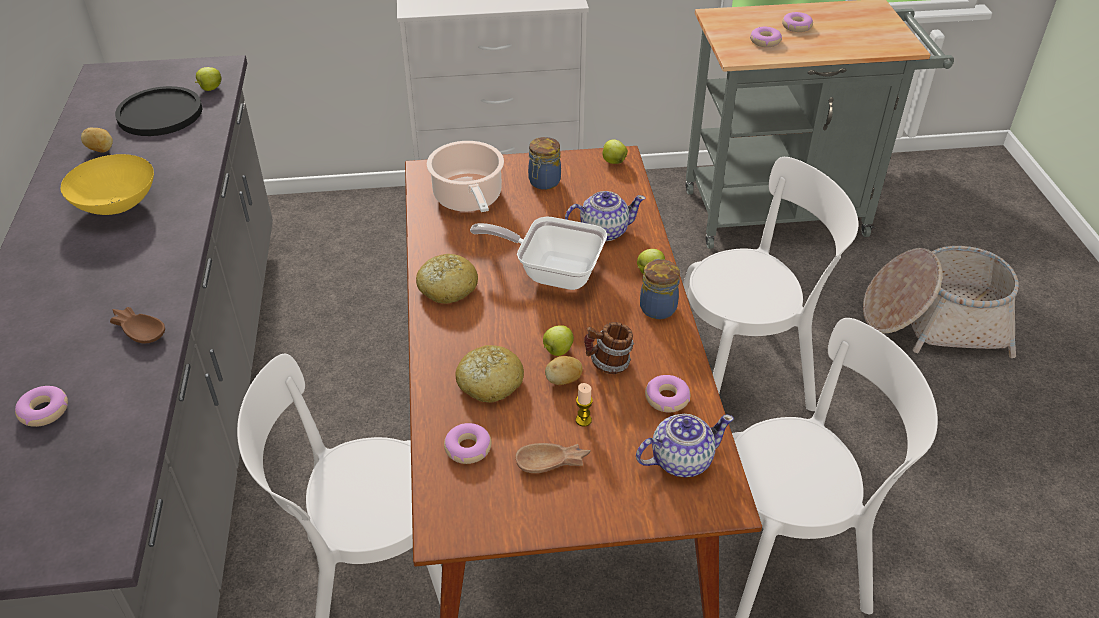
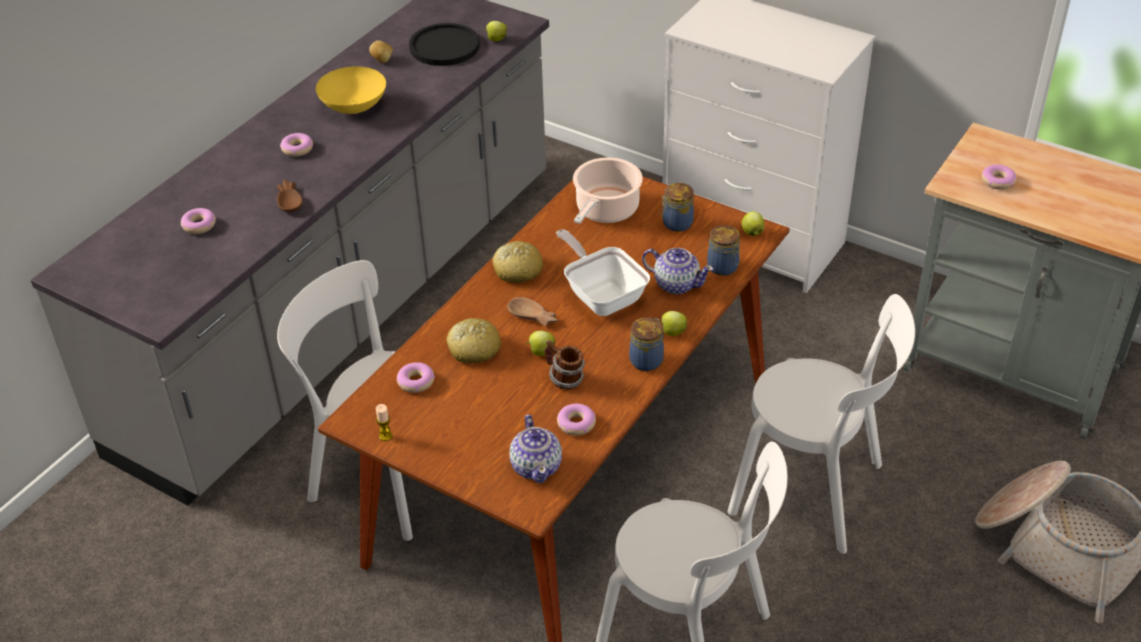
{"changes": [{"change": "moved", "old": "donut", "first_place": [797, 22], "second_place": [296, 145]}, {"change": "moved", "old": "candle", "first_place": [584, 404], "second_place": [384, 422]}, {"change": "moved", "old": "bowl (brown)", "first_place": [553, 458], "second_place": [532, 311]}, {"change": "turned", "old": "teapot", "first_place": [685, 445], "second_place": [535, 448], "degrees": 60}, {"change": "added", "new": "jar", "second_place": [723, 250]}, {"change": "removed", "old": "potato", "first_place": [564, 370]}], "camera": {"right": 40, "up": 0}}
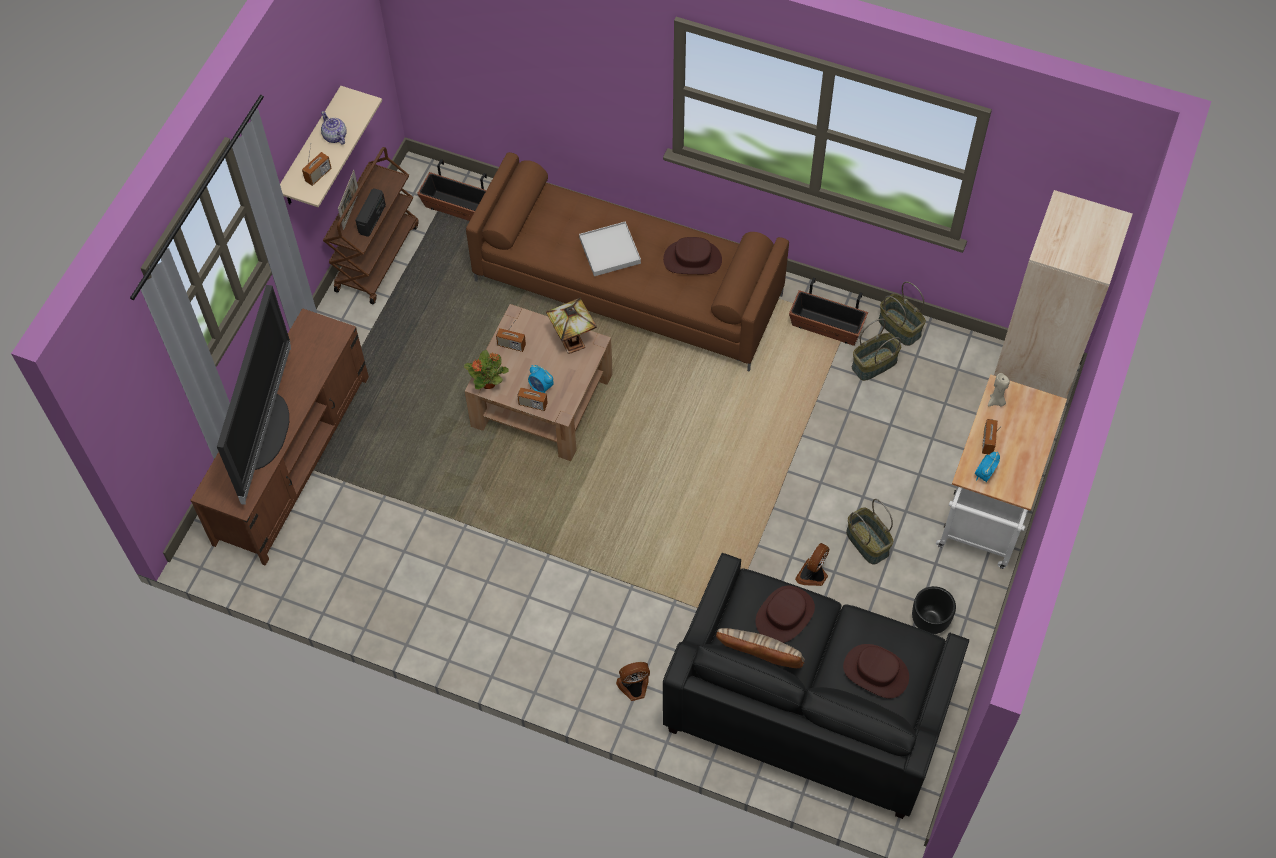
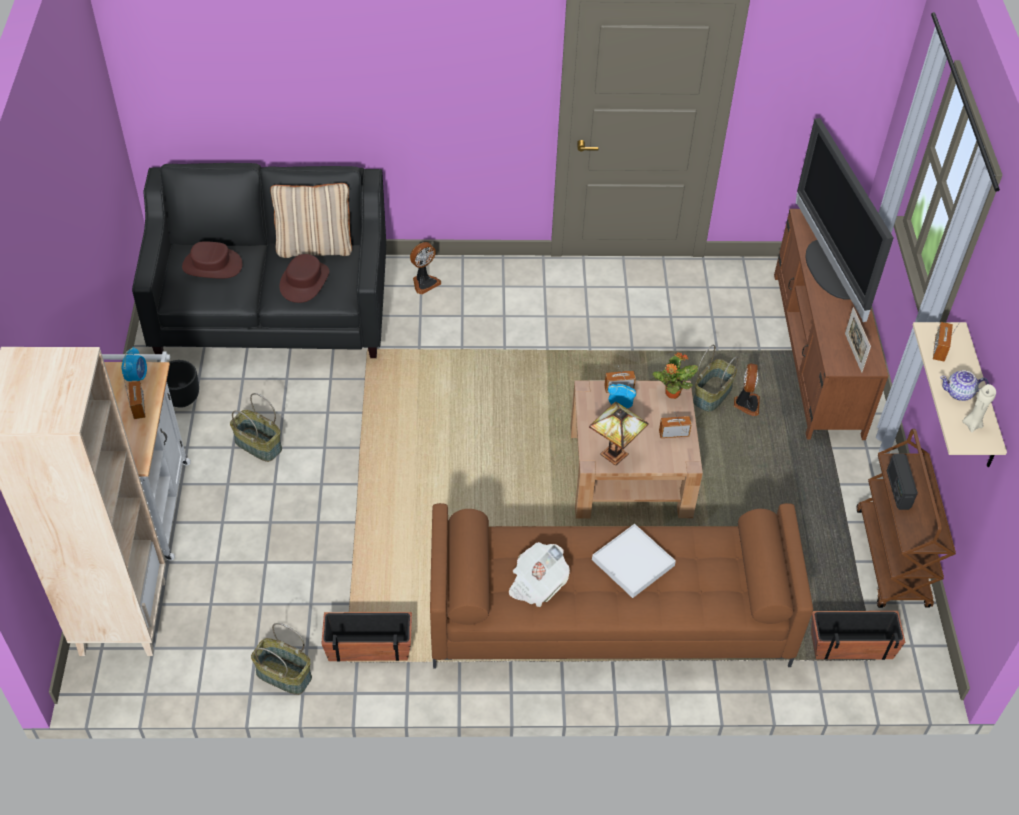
{"changes": [{"change": "replaced", "old": "hat (brown)", "new": "newspaper", "first_place": [692, 255], "second_place": [539, 574]}, {"change": "moved", "old": "basket", "first_place": [876, 350], "second_place": [715, 378]}, {"change": "moved", "old": "fan", "first_place": [812, 564], "second_place": [747, 390]}, {"change": "moved", "old": "picture frame", "first_place": [348, 200], "second_place": [858, 339]}, {"change": "turned", "old": "teapot", "first_place": [333, 128], "second_place": [964, 385], "degrees": 150}, {"change": "moved", "old": "candle (beige)", "first_place": [999, 390], "second_place": [979, 408]}], "camera": {"right": 155, "up": -10}}
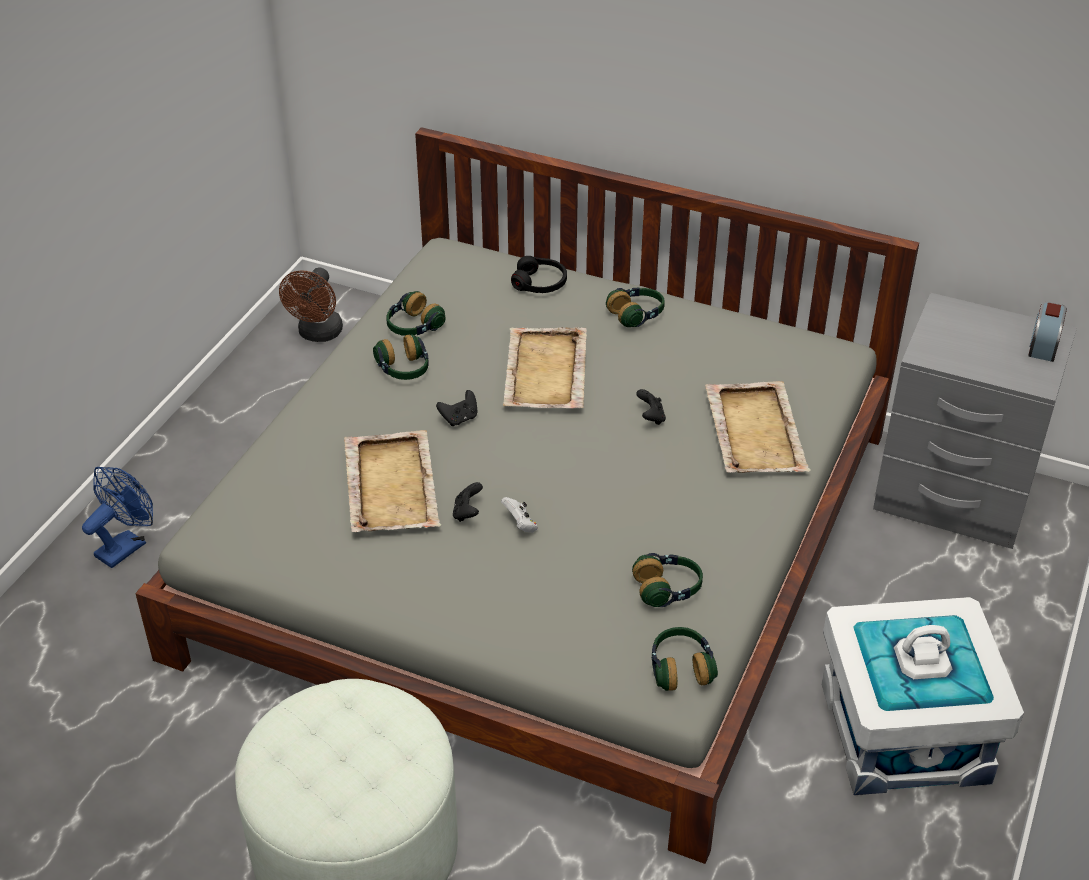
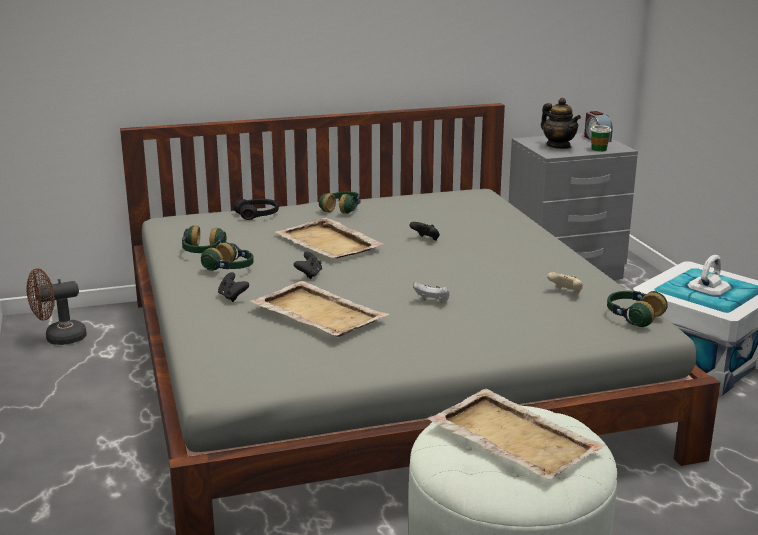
{"changes": [{"change": "turned", "old": "fan (brown)", "first_place": [311, 305], "second_place": [56, 306], "degrees": 90}, {"change": "moved", "old": "game controller (black)", "first_place": [468, 502], "second_place": [233, 287]}, {"change": "moved", "old": "tray (beige)", "first_place": [758, 427], "second_place": [516, 434]}, {"change": "added", "new": "teapot", "second_place": [561, 123]}, {"change": "replaced", "old": "headphones", "new": "game controller (beige)", "first_place": [667, 580], "second_place": [565, 283]}, {"change": "added", "new": "cup", "second_place": [600, 138]}, {"change": "removed", "old": "fan (blue)", "first_place": [117, 517]}], "camera": {"right": -40, "up": -20}}
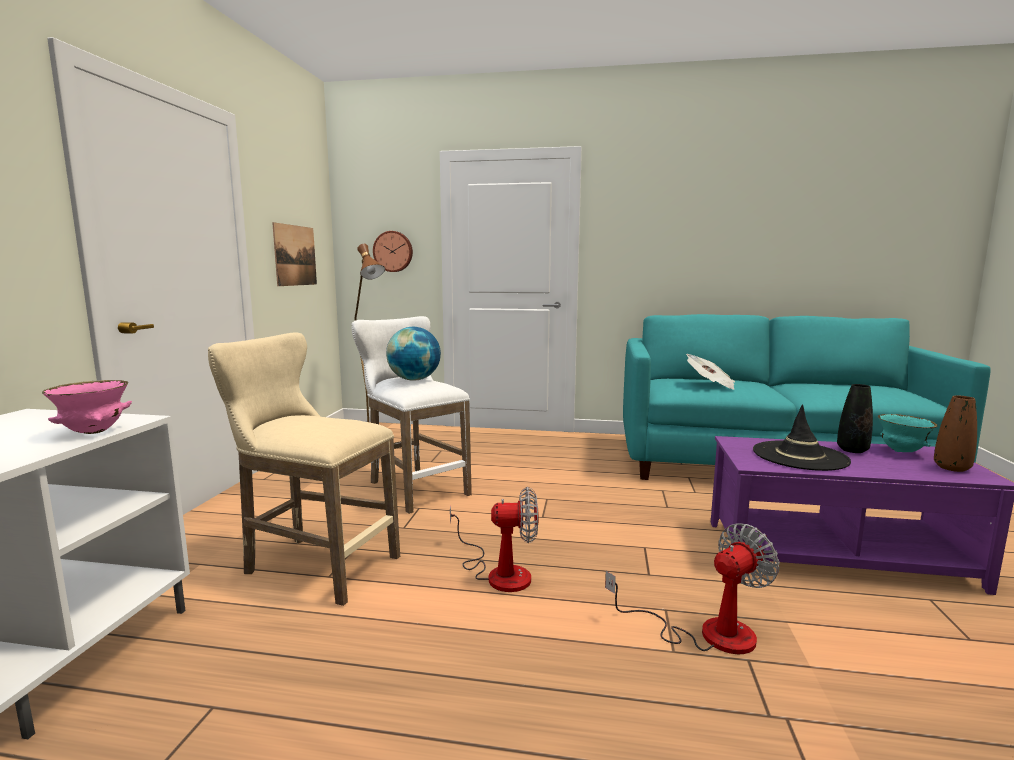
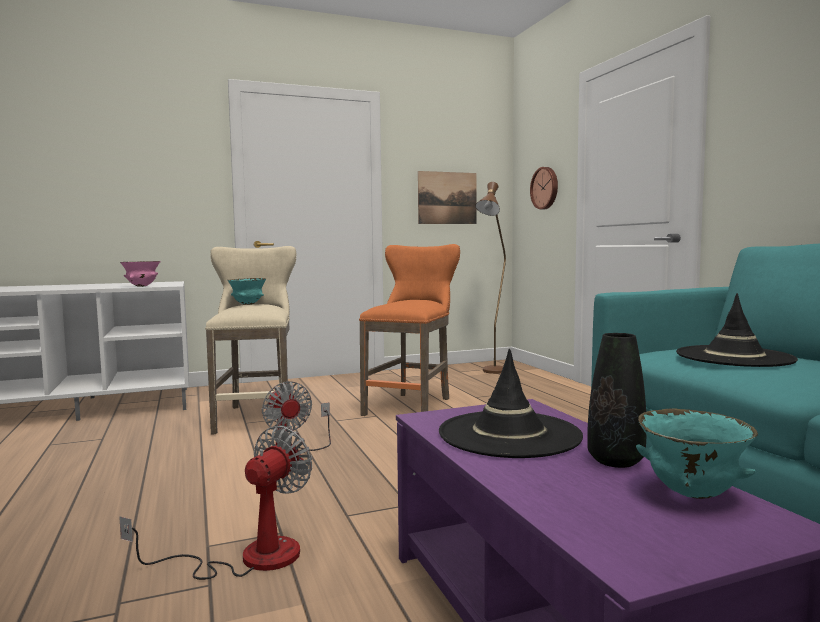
{"changes": [{"change": "turned", "old": "fan", "first_place": [692, 588], "second_place": [215, 503], "degrees": -90}, {"change": "added", "new": "bowl (turquoise)", "second_place": [246, 291]}, {"change": "recoloured", "old": "stool (white)", "new": "stool (orange)", "first_place": [412, 415], "second_place": [409, 330]}, {"change": "replaced", "old": "newspaper", "new": "hat (black)", "first_place": [710, 372], "second_place": [737, 330]}, {"change": "removed", "old": "globe", "first_place": [413, 354]}, {"change": "removed", "old": "vase (brown)", "first_place": [955, 433]}], "camera": {"right": 60, "up": -5}}
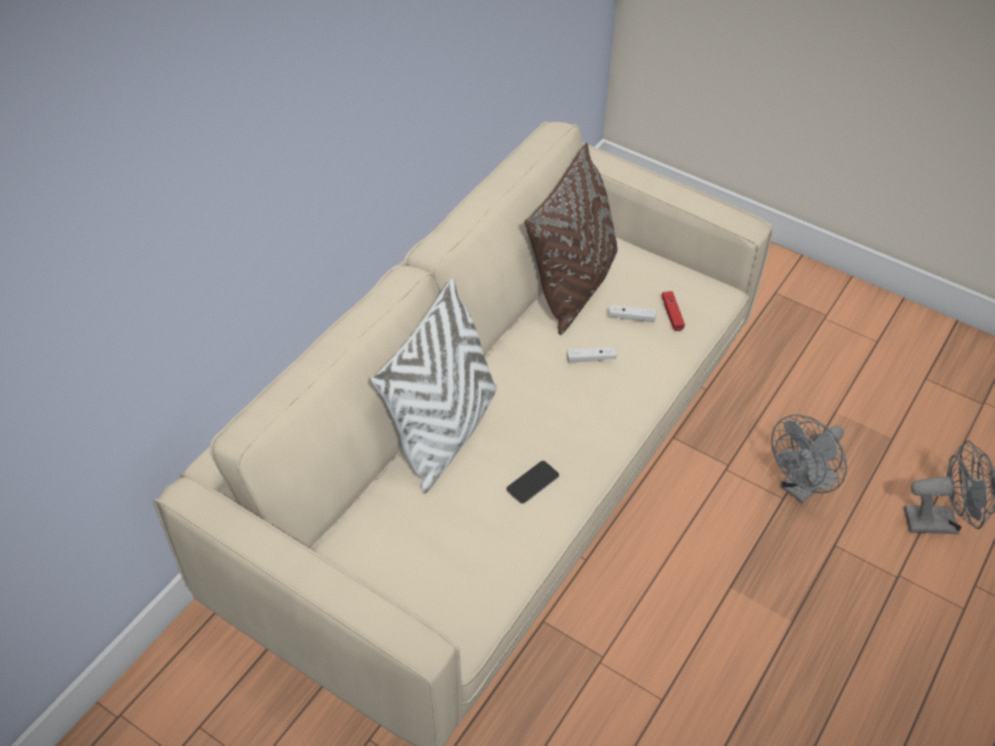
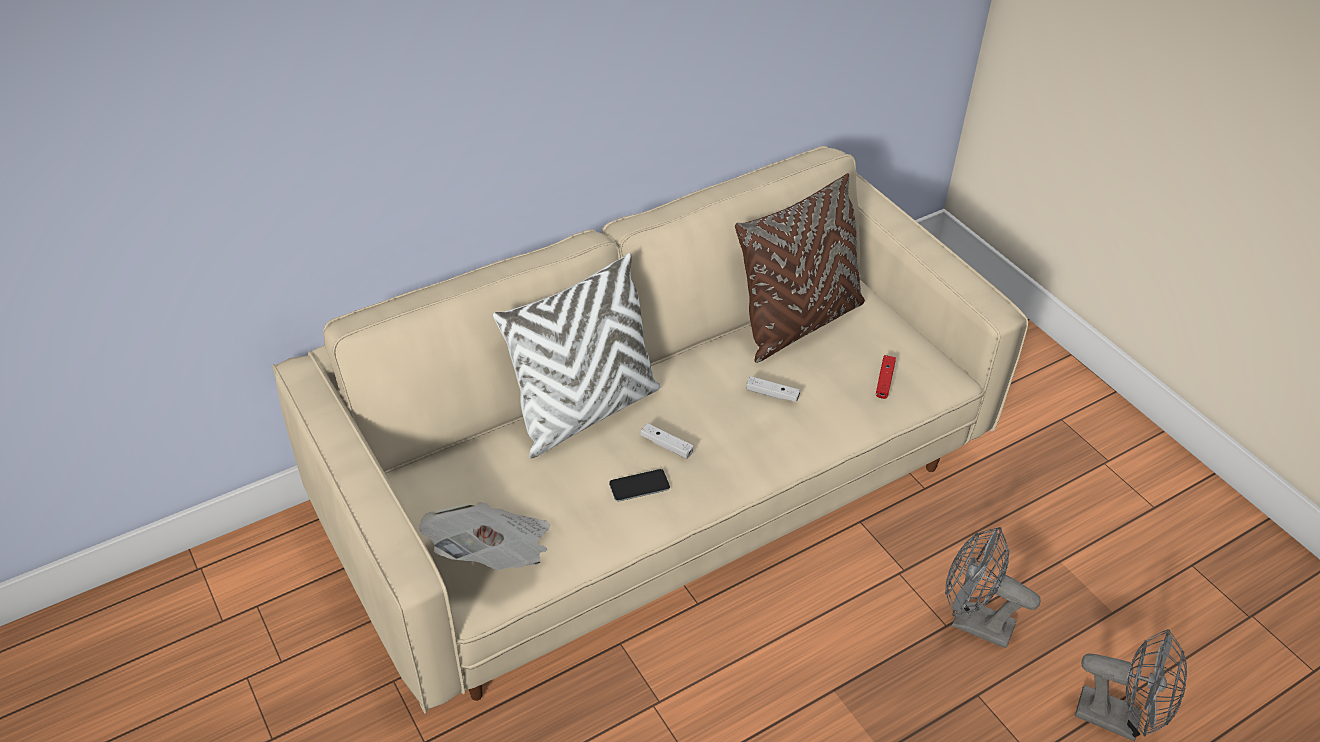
{"changes": [{"change": "added", "new": "newspaper", "second_place": [485, 536]}, {"change": "moved", "old": "game controller (white)", "first_place": [632, 313], "second_place": [667, 441]}, {"change": "turned", "old": "fan (grey)", "first_place": [809, 458], "second_place": [993, 587], "degrees": 45}], "camera": {"right": 25, "up": -5}}
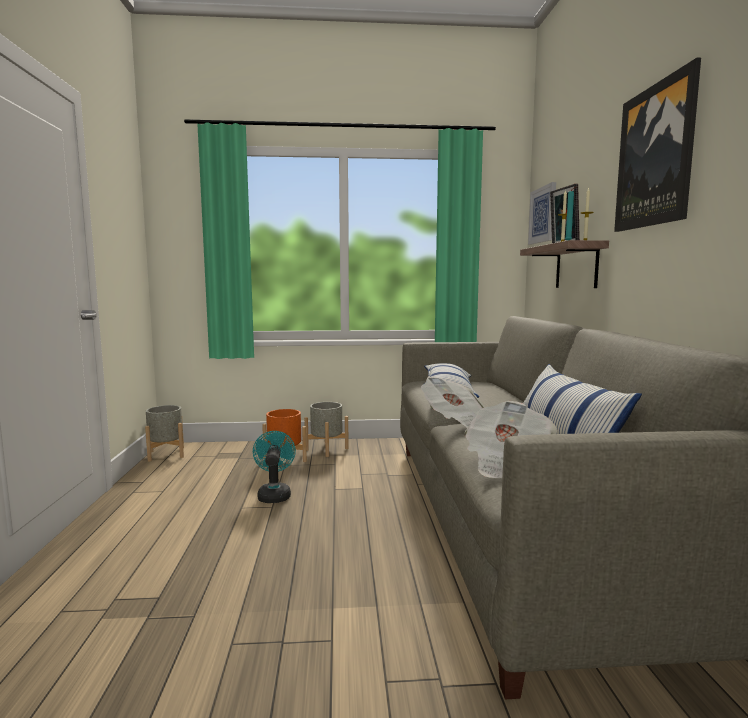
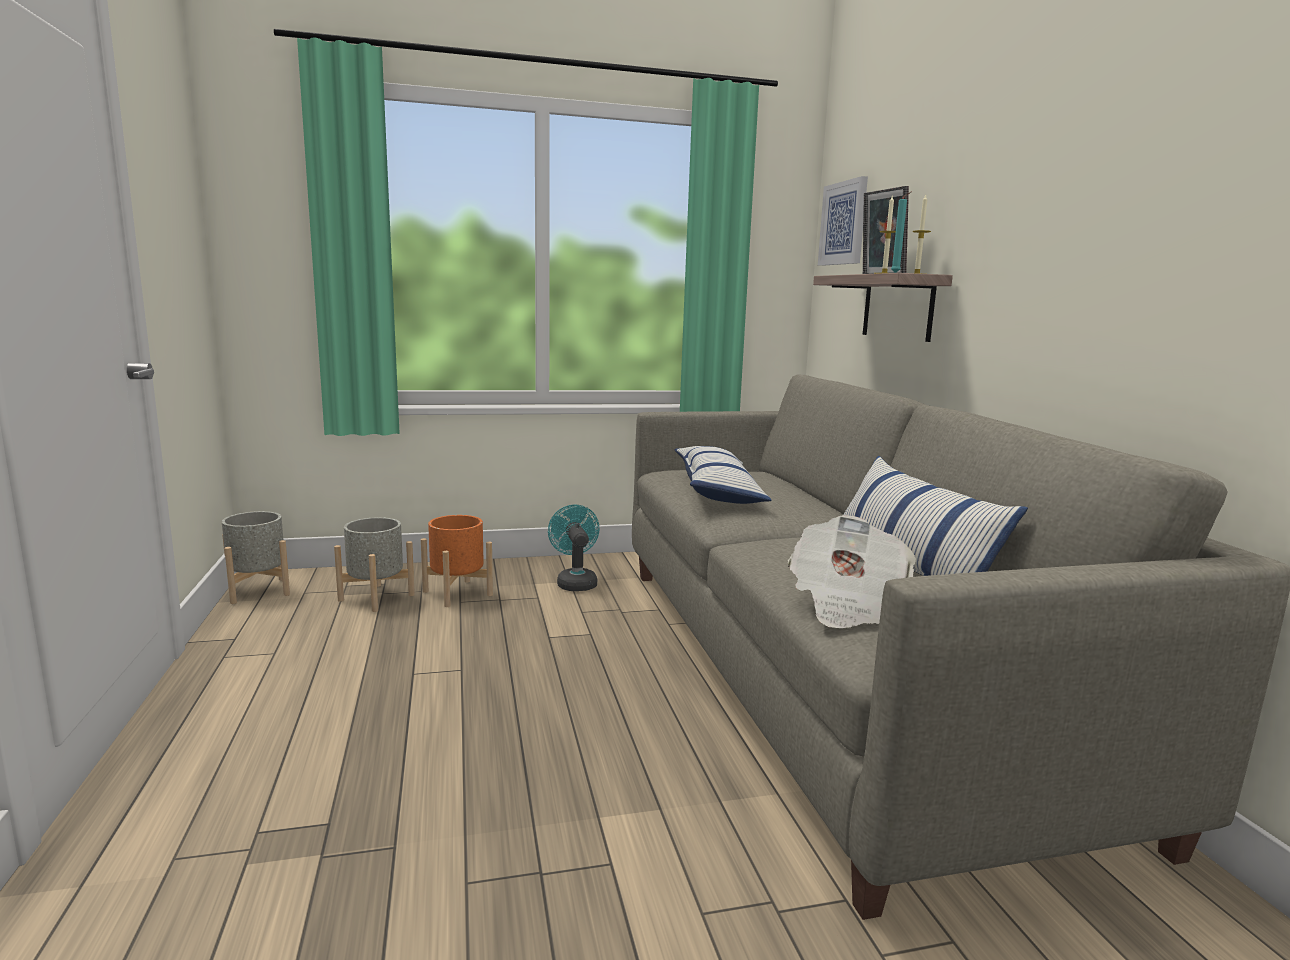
{"changes": [{"change": "moved", "old": "planter (grey)", "first_place": [326, 429], "second_place": [374, 564]}, {"change": "moved", "old": "fan (turquoise)", "first_place": [274, 467], "second_place": [573, 547]}, {"change": "removed", "old": "newspaper", "first_place": [453, 402]}, {"change": "removed", "old": "picture", "first_place": [657, 145]}], "camera": {"right": -10, "up": 5}}
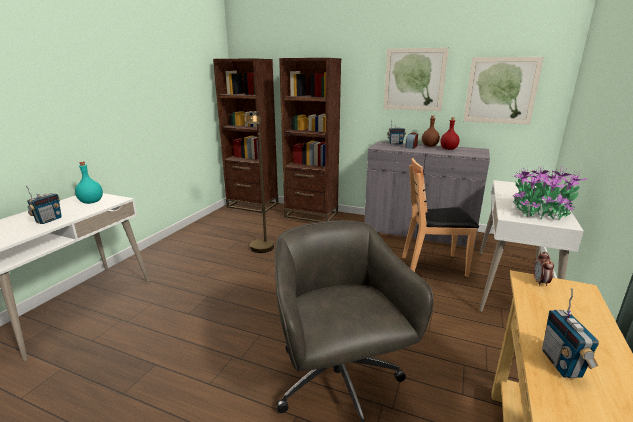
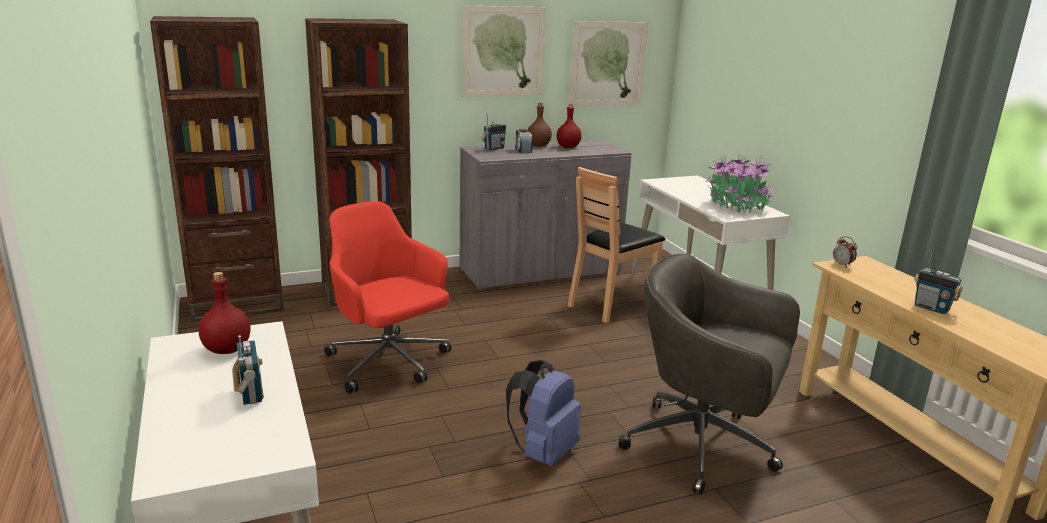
{"changes": [{"change": "recoloured", "old": "bottle (turquoise)", "new": "bottle (red)", "first_place": [89, 183], "second_place": [224, 313]}, {"change": "replaced", "old": "floor lamp (brown)", "new": "office chair (red)", "first_place": [259, 182], "second_place": [387, 297]}, {"change": "added", "new": "backpack (blue)", "second_place": [543, 413]}], "camera": {"right": -45, "up": 0}}
